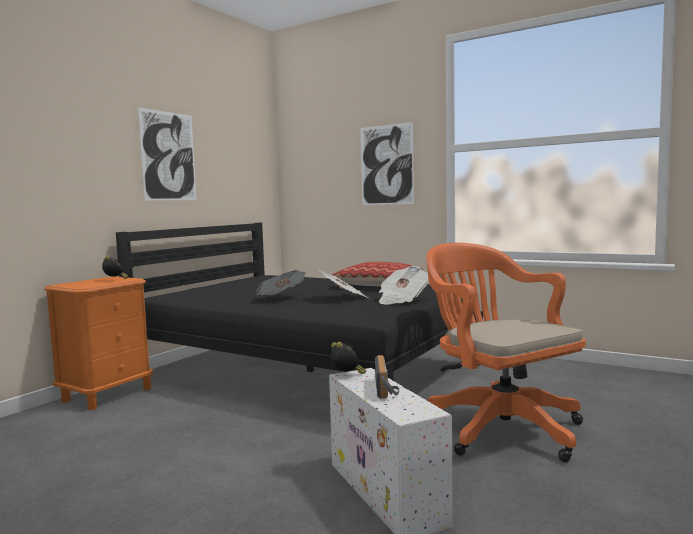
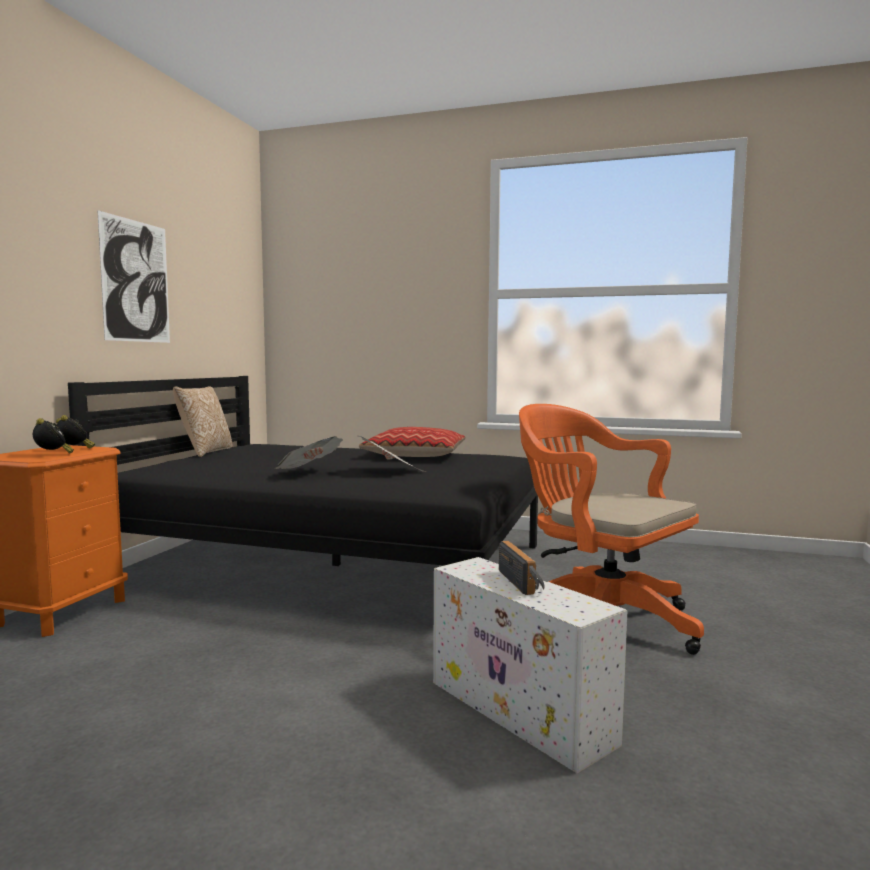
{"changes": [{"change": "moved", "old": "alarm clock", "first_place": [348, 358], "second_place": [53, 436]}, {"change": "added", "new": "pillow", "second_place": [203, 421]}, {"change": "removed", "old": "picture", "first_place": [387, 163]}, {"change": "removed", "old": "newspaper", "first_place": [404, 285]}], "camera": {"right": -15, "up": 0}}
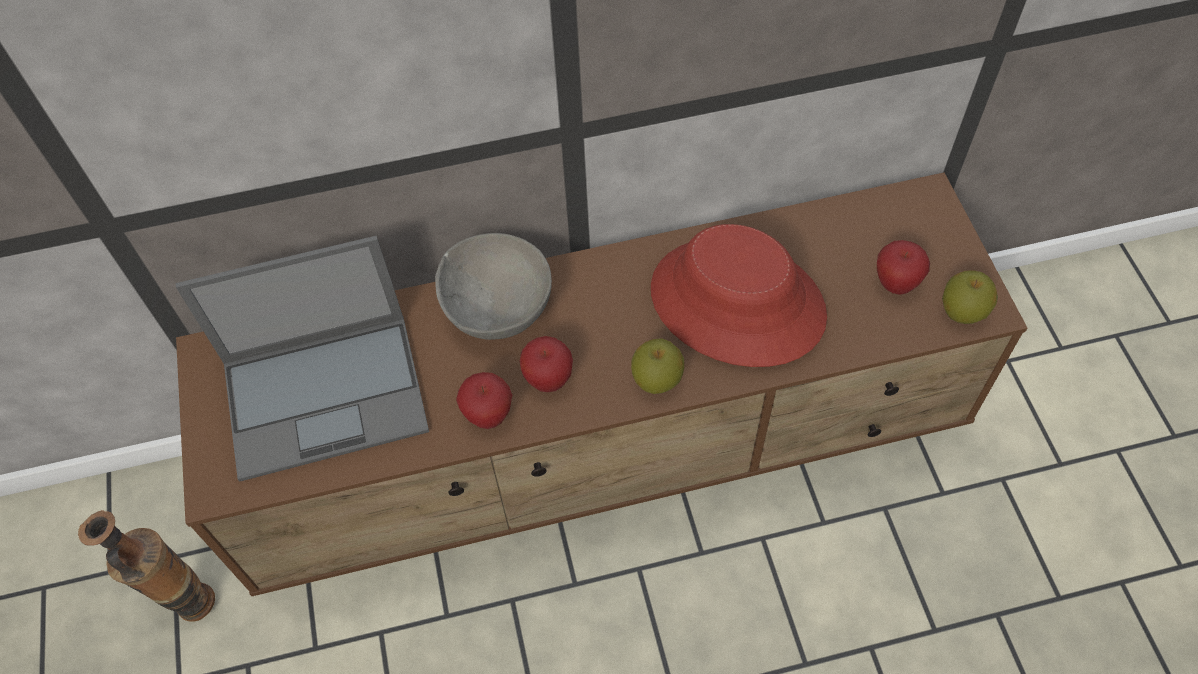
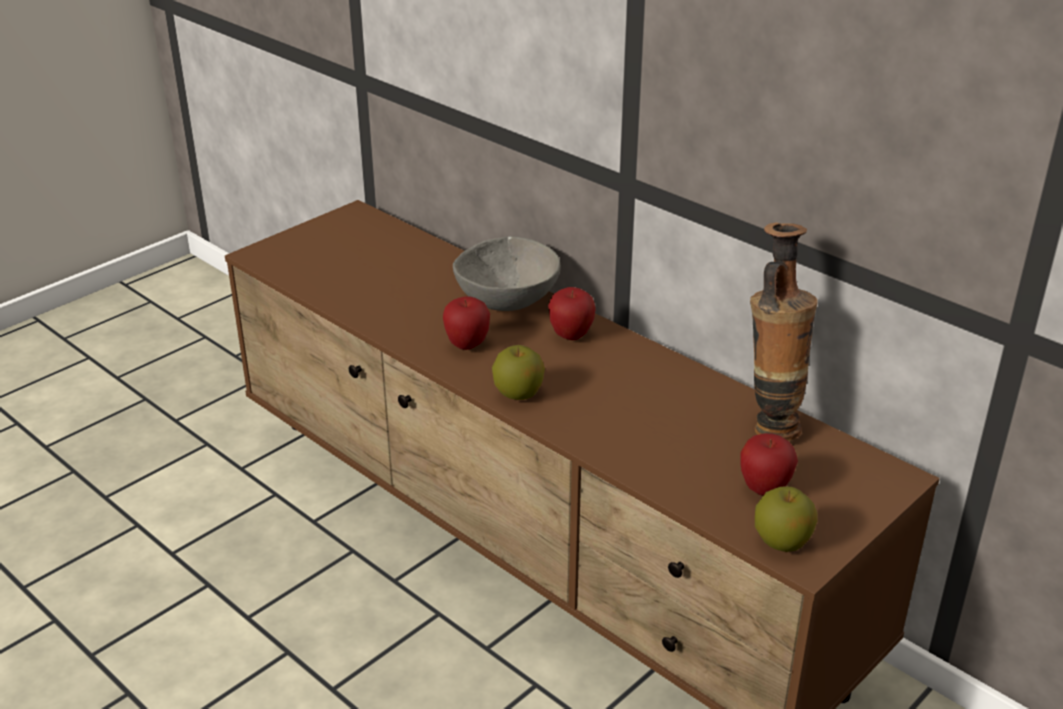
{"changes": [{"change": "moved", "old": "apple", "first_place": [484, 400], "second_place": [572, 313]}, {"change": "moved", "old": "vase", "first_place": [146, 565], "second_place": [784, 331]}, {"change": "removed", "old": "laptop", "first_place": [302, 358]}, {"change": "removed", "old": "hat (red)", "first_place": [739, 295]}], "camera": {"right": 55, "up": -25}}
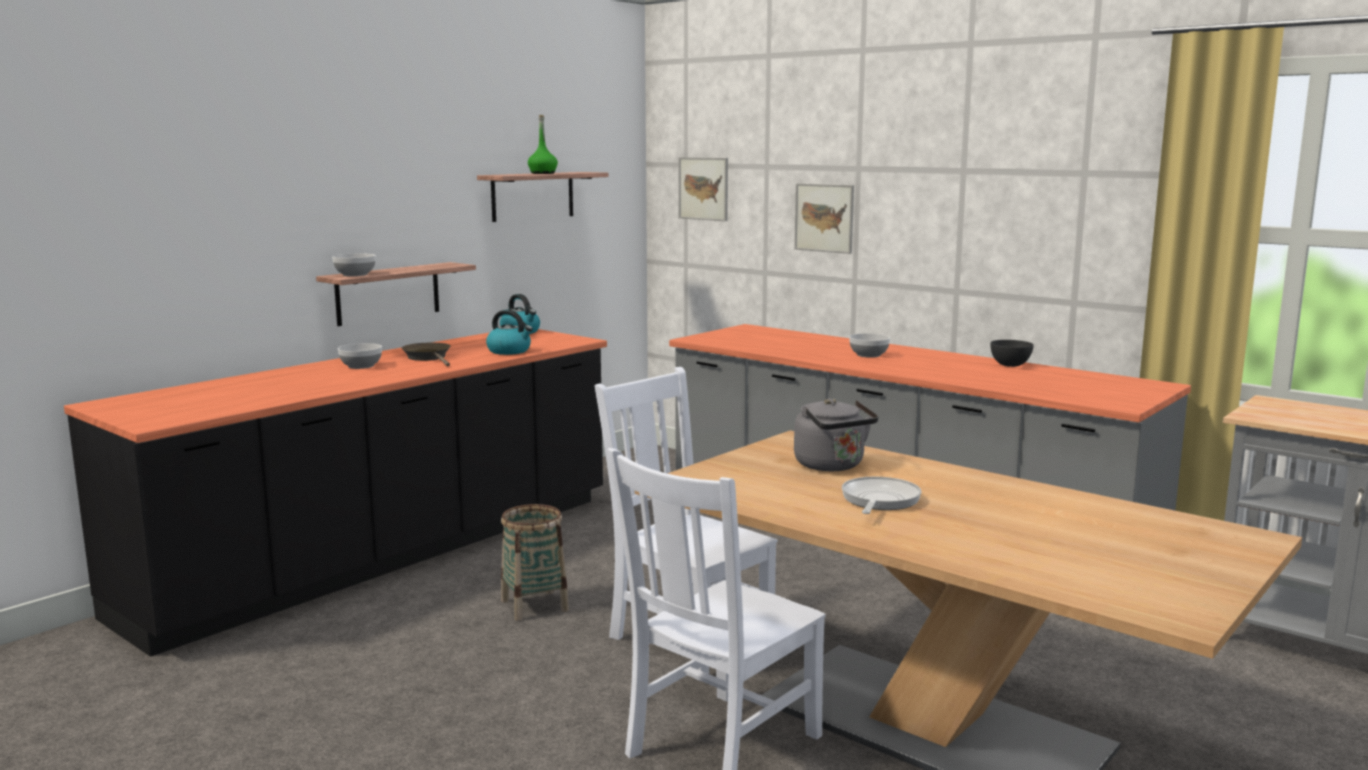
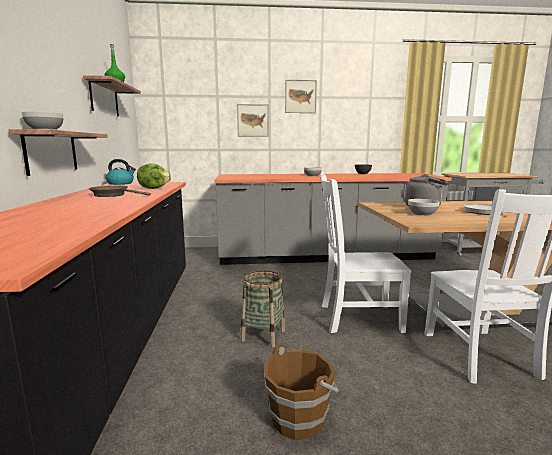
{"changes": [{"change": "replaced", "old": "kettle", "new": "lettuce", "first_place": [509, 332], "second_place": [154, 176]}, {"change": "added", "new": "bucket (brown)", "second_place": [301, 392]}, {"change": "moved", "old": "picture", "first_place": [703, 189], "second_place": [301, 96]}, {"change": "moved", "old": "bowl", "first_place": [360, 356], "second_place": [424, 207]}], "camera": {"right": -45, "up": 0}}
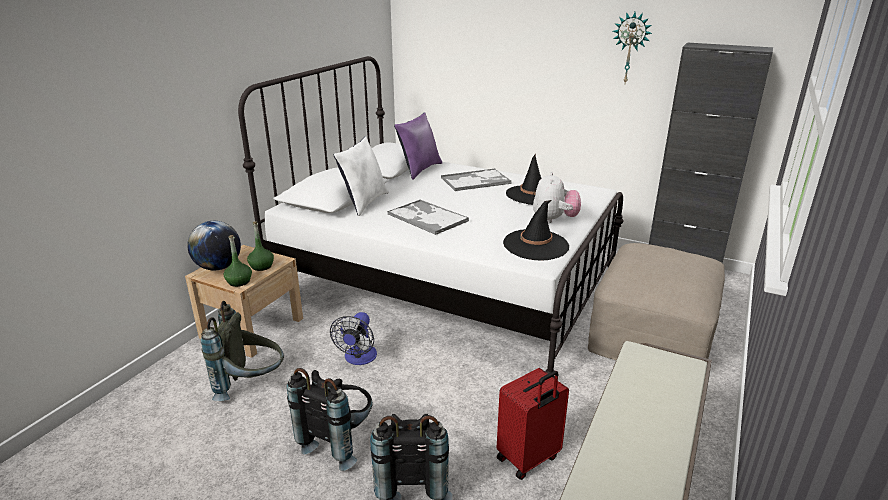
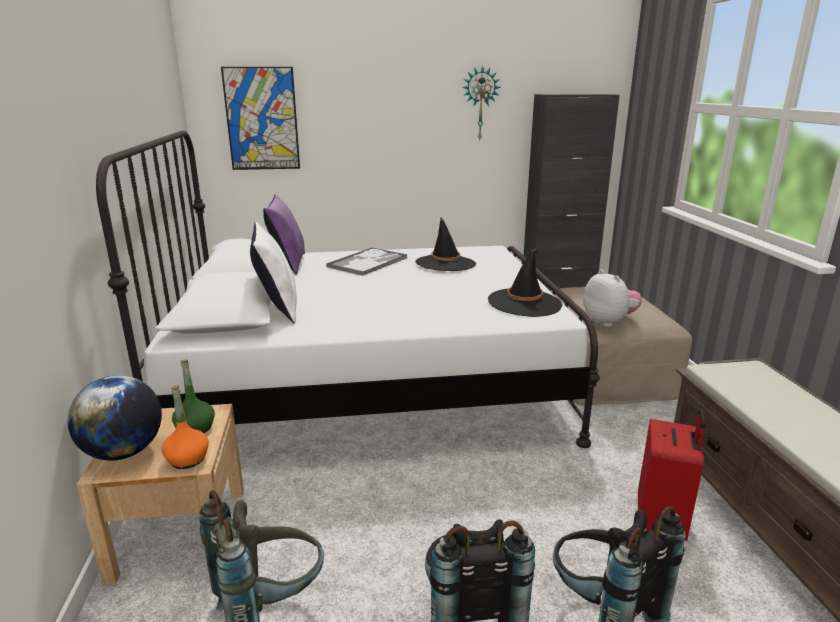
{"changes": [{"change": "recoloured", "old": "bottle (green)", "new": "bottle (orange)", "first_place": [238, 261], "second_place": [185, 427]}, {"change": "added", "new": "picture", "second_place": [260, 118]}, {"change": "moved", "old": "plush toy", "first_place": [557, 197], "second_place": [612, 298]}, {"change": "removed", "old": "fan", "first_place": [353, 338]}, {"change": "removed", "old": "tray", "first_place": [428, 217]}], "camera": {"right": -35, "up": -5}}
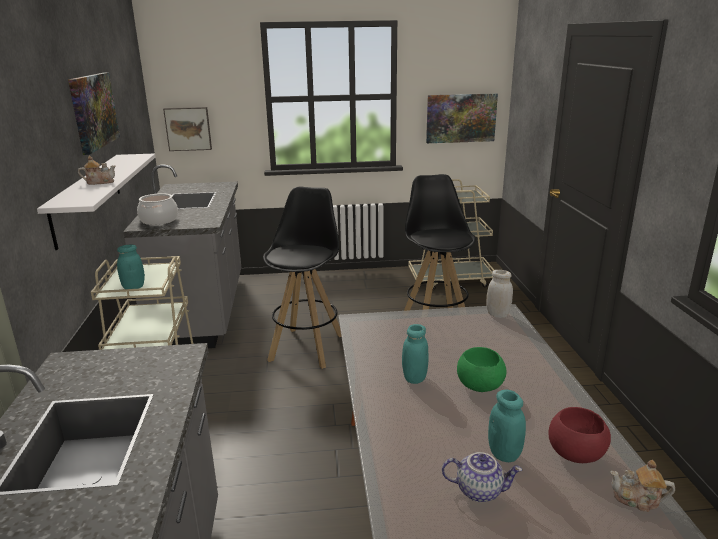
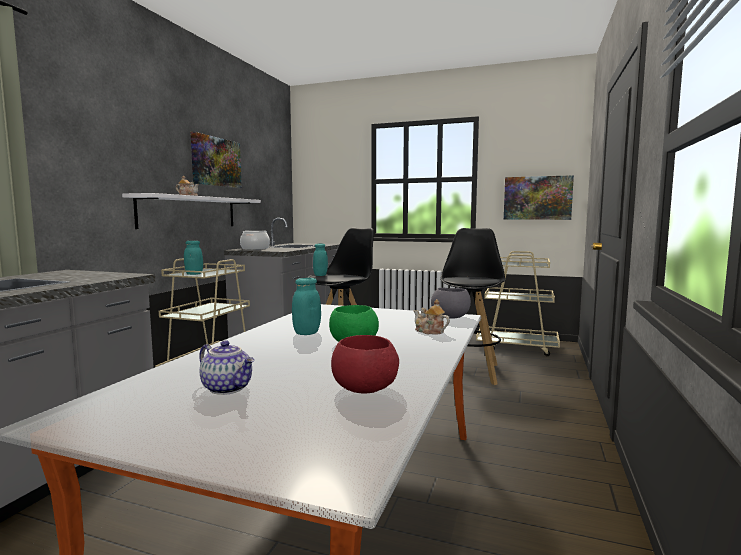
{"changes": [{"change": "moved", "old": "jar (turquoise)", "first_place": [507, 426], "second_place": [320, 259]}, {"change": "moved", "old": "teapot", "first_place": [642, 486], "second_place": [432, 317]}, {"change": "replaced", "old": "jar (white)", "new": "bowl (grey)", "first_place": [500, 294], "second_place": [451, 303]}, {"change": "removed", "old": "picture", "first_place": [187, 129]}], "camera": {"right": 25, "up": -15}}
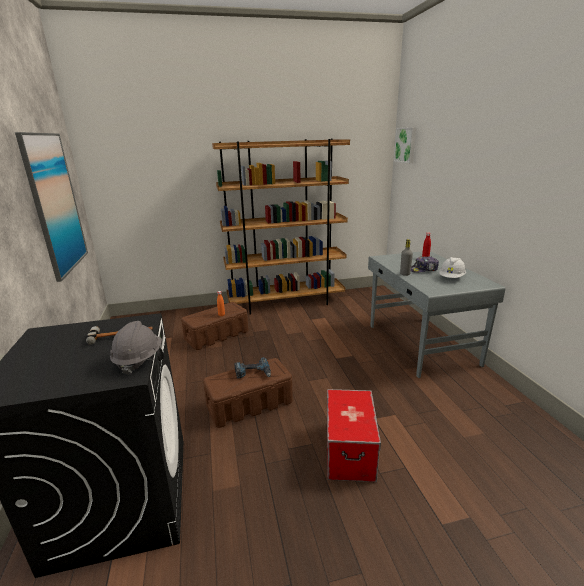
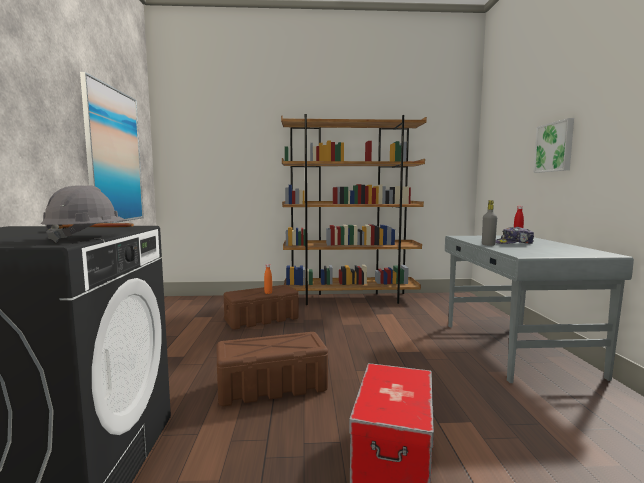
{"changes": [{"change": "moved", "old": "picture", "first_place": [405, 145], "second_place": [553, 145]}, {"change": "removed", "old": "power drill", "first_place": [252, 367]}, {"change": "removed", "old": "hard hat (white)", "first_place": [452, 267]}], "camera": {"right": 10, "up": -15}}
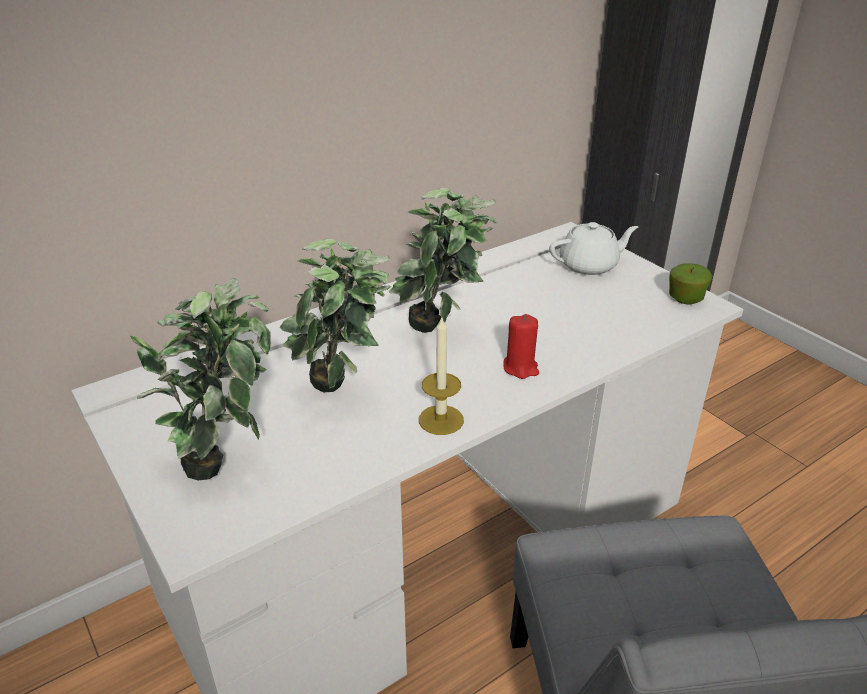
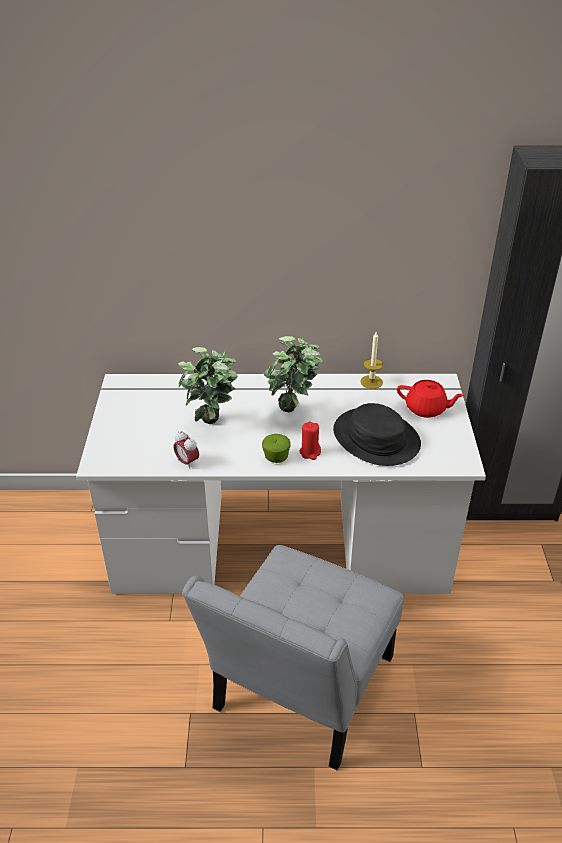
{"changes": [{"change": "added", "new": "alarm clock", "second_place": [186, 450]}, {"change": "moved", "old": "apple", "first_place": [690, 283], "second_place": [276, 448]}, {"change": "added", "new": "hat (black)", "second_place": [377, 434]}, {"change": "moved", "old": "candle", "first_place": [441, 376], "second_place": [371, 360]}, {"change": "recoloured", "old": "teapot (white)", "new": "teapot (red)", "first_place": [594, 248], "second_place": [430, 399]}, {"change": "removed", "old": "potted plant", "first_place": [200, 379]}], "camera": {"right": 35, "up": 5}}
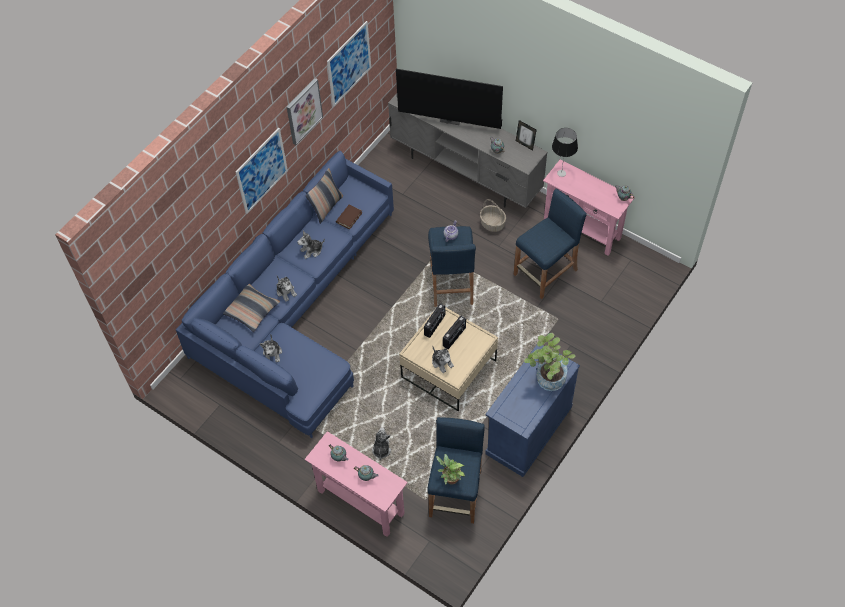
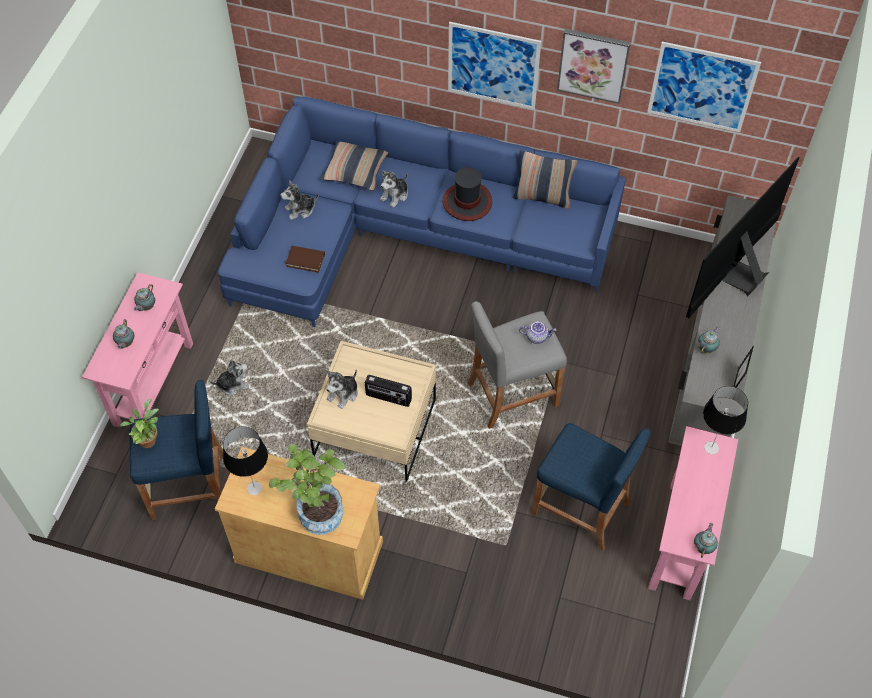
{"changes": [{"change": "recoloured", "old": "cabinet (blue)", "new": "cabinet (beige)", "first_place": [532, 411], "second_place": [299, 523]}, {"change": "added", "new": "table lamp", "second_place": [245, 460]}, {"change": "moved", "old": "book (brown)", "first_place": [349, 217], "second_place": [305, 259]}, {"change": "replaced", "old": "plush toy", "new": "hat", "first_place": [311, 245], "second_place": [467, 194]}, {"change": "recoloured", "old": "stool (blue)", "new": "stool (grey)", "first_place": [452, 266], "second_place": [517, 365]}, {"change": "turned", "old": "television", "first_place": [449, 99], "second_place": [743, 237], "degrees": 45}, {"change": "removed", "old": "radio", "first_place": [434, 320]}, {"change": "removed", "old": "basket", "first_place": [493, 215]}], "camera": {"right": 70, "up": 0}}
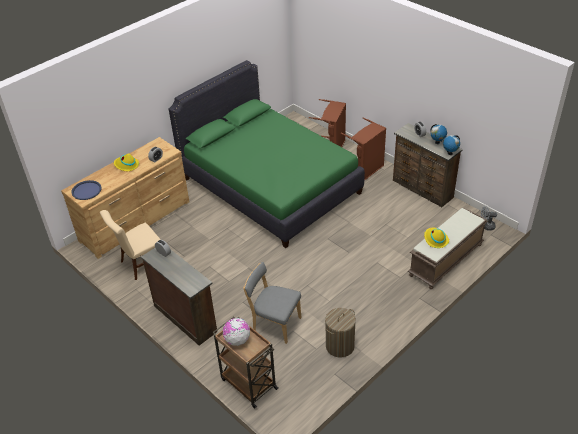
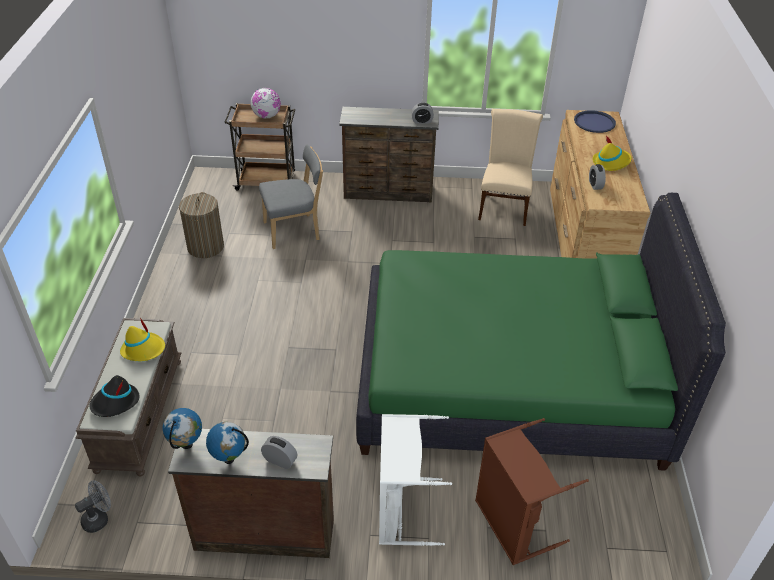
{"changes": [{"change": "added", "new": "hat (black)", "second_place": [114, 396]}, {"change": "recoloured", "old": "laundry basket (brown)", "new": "laundry basket (white)", "first_place": [363, 149], "second_place": [415, 480]}], "camera": {"right": 135, "up": 0}}
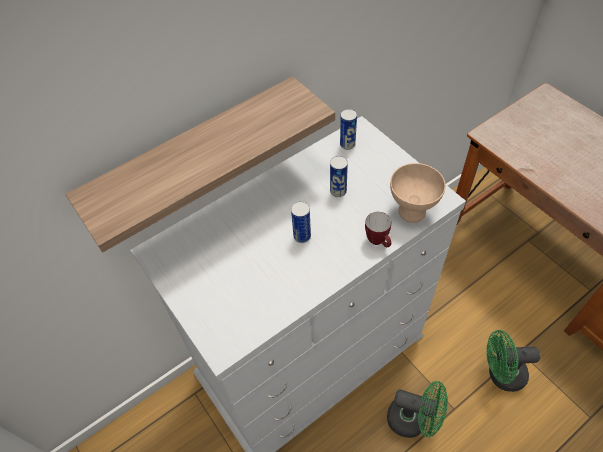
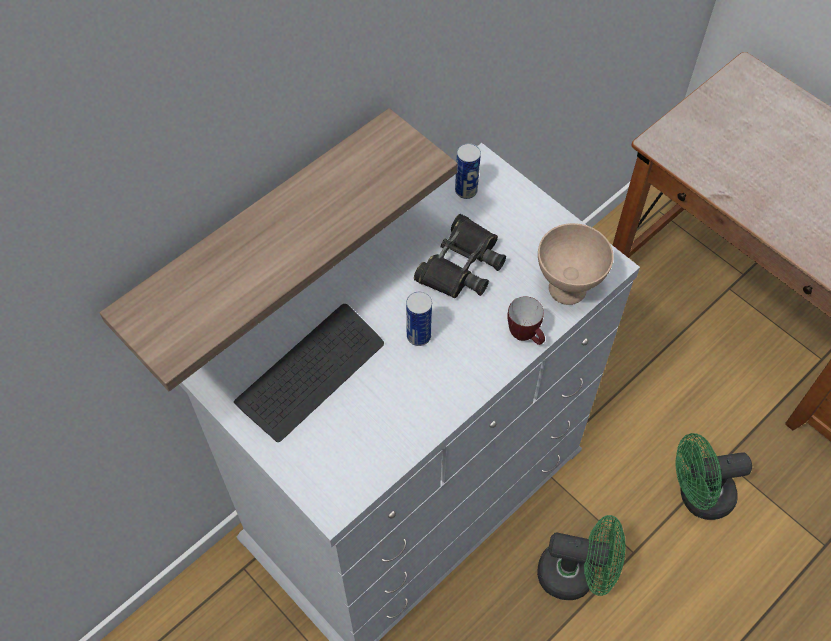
{"changes": [{"change": "added", "new": "keyboard", "second_place": [309, 373]}, {"change": "replaced", "old": "can", "new": "binoculars (black)", "first_place": [339, 176], "second_place": [460, 256]}], "camera": {"right": -10, "up": 5}}
